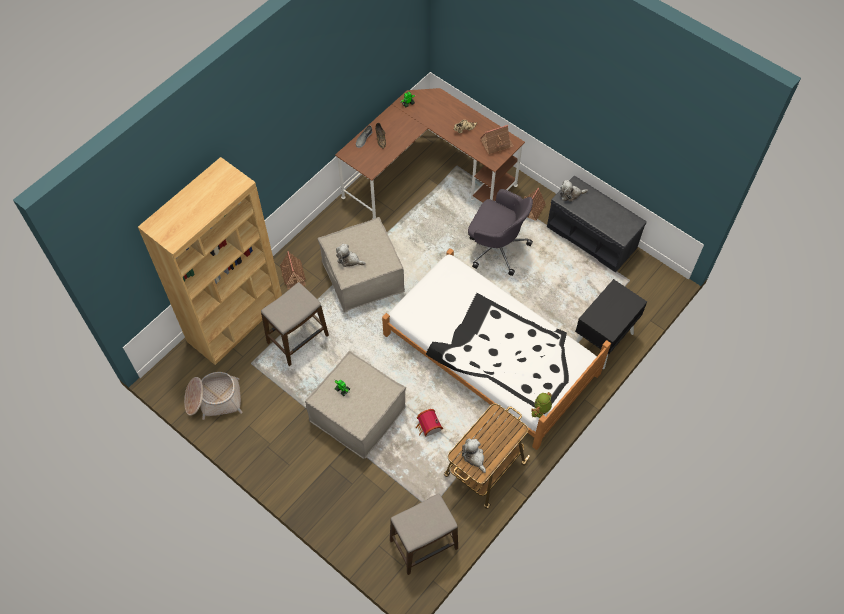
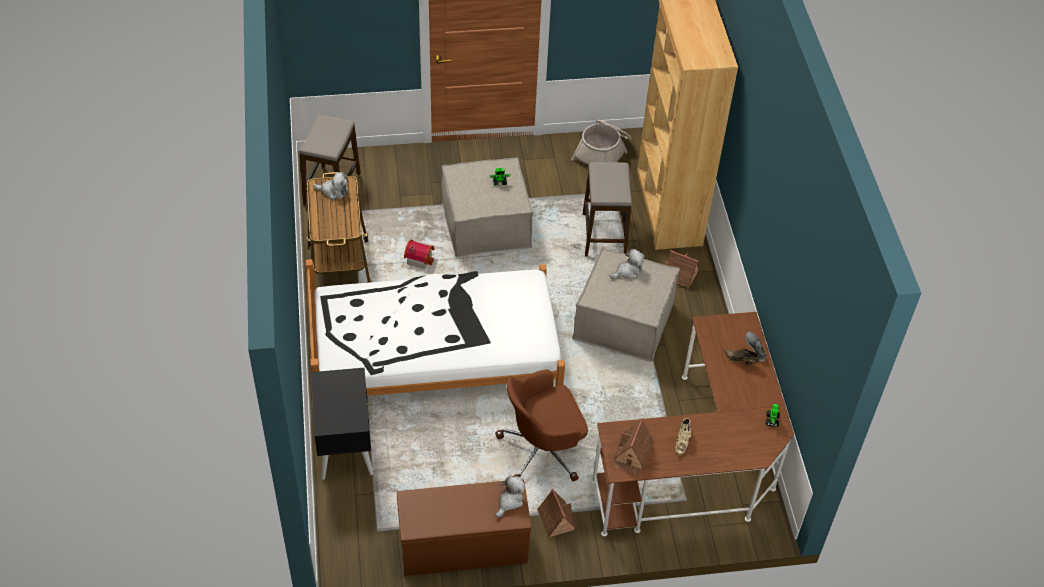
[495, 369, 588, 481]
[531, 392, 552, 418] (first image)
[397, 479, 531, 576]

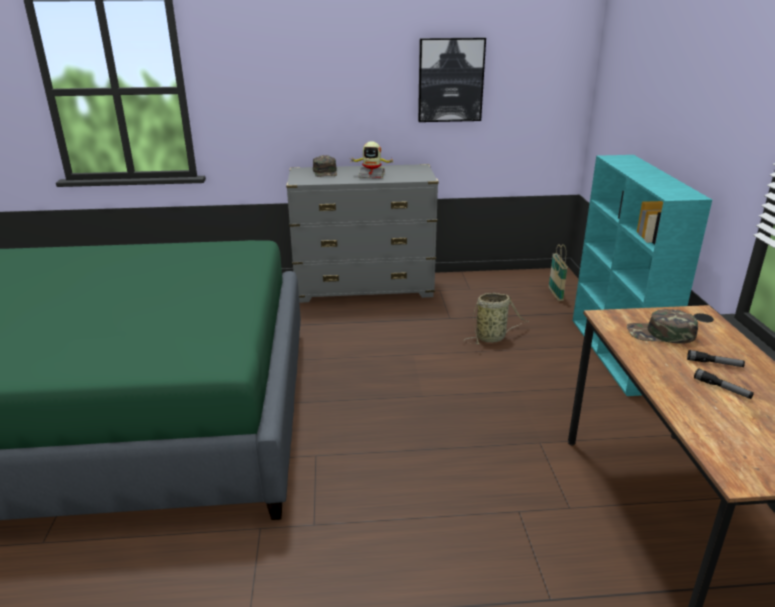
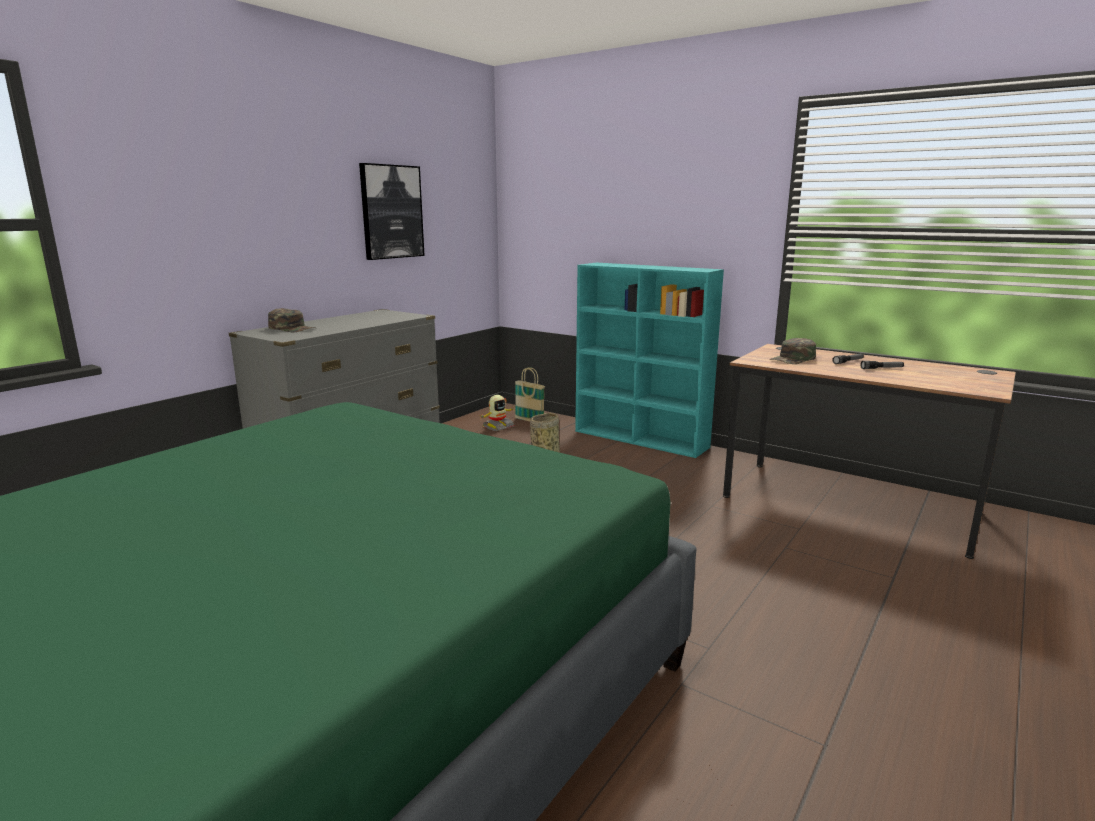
[481, 395, 514, 431]

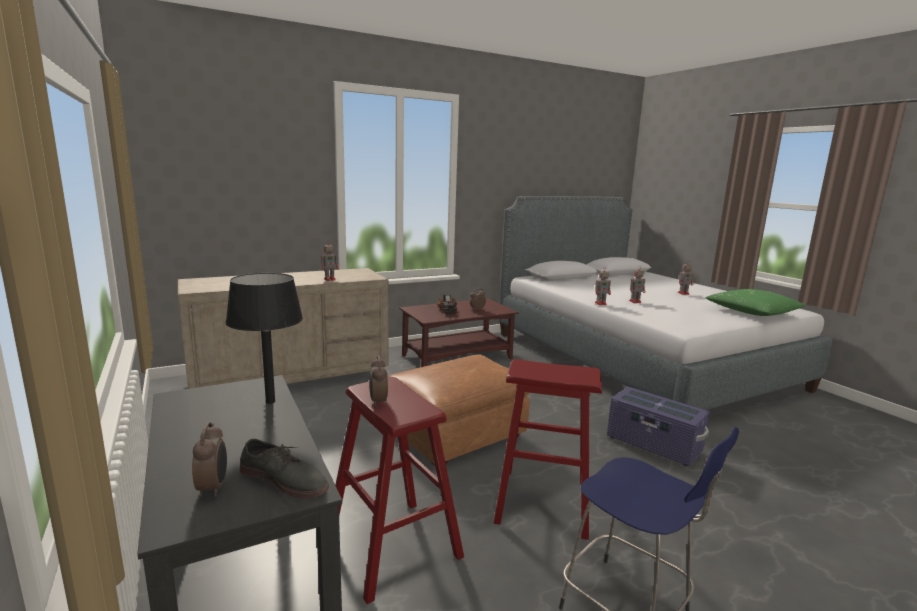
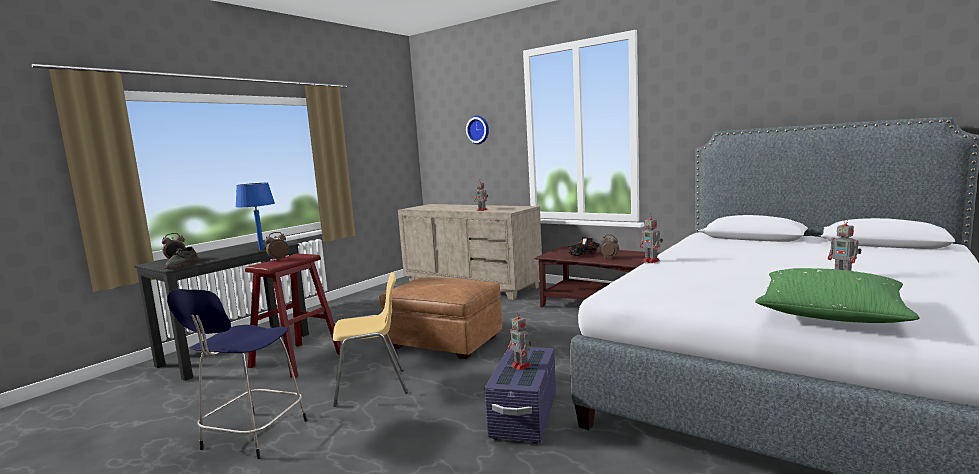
[236, 183, 275, 250]
[333, 272, 408, 407]
[508, 312, 532, 370]
[466, 116, 489, 144]

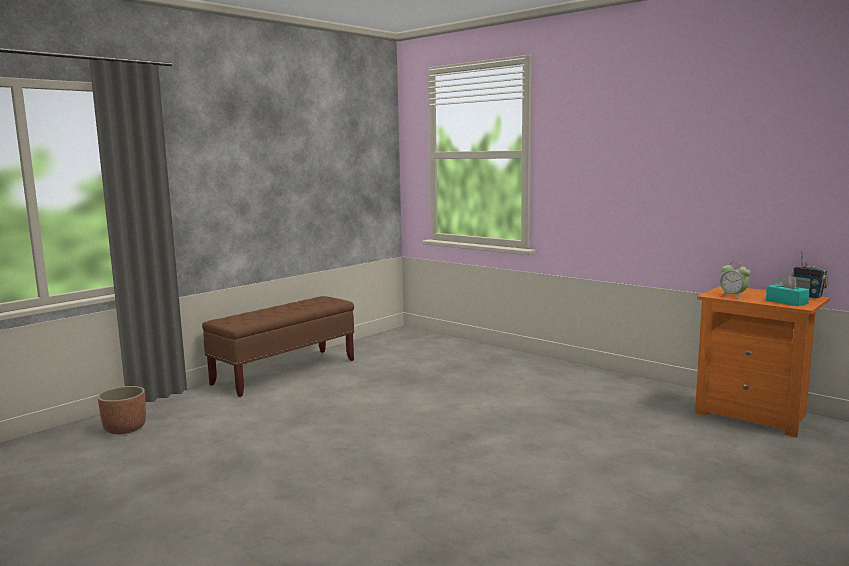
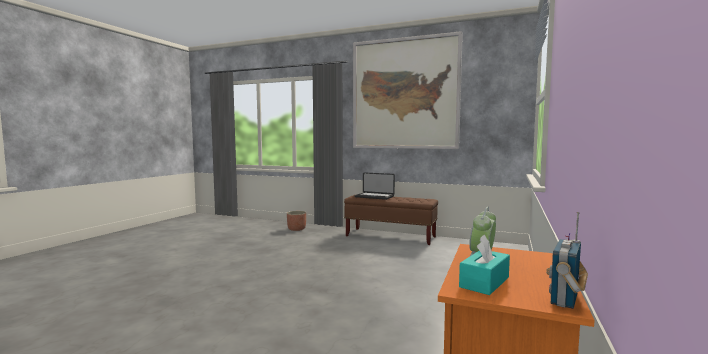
[353, 31, 463, 149]
[354, 172, 395, 200]

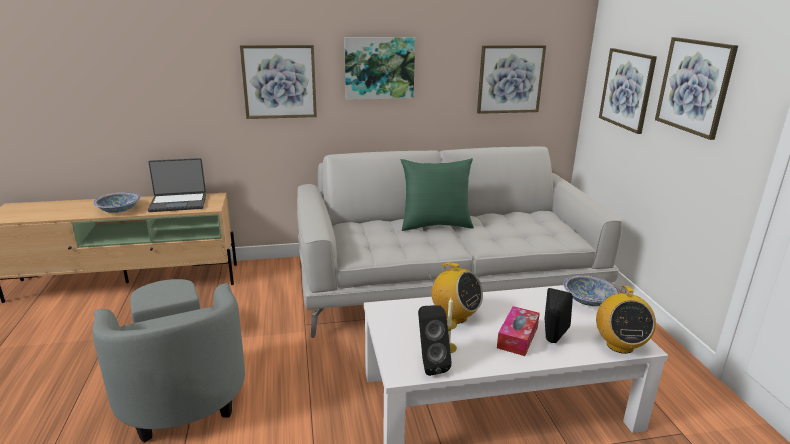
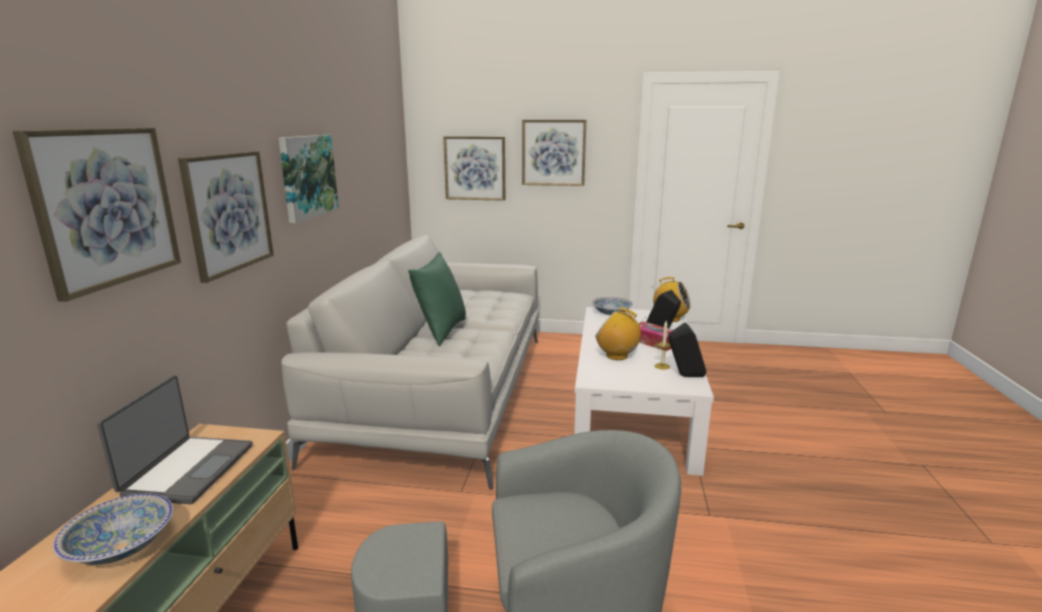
[595, 308, 644, 360]
[12, 128, 181, 302]

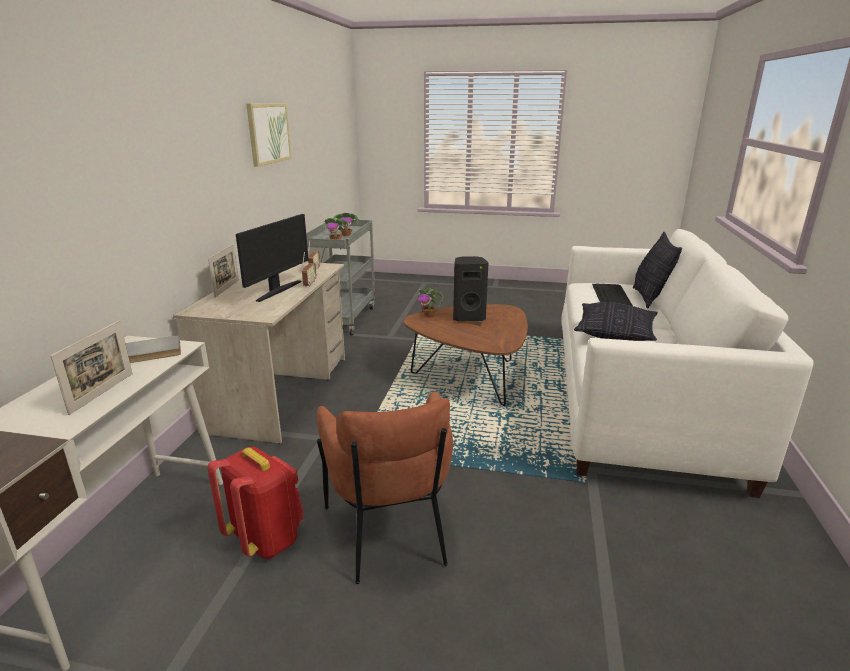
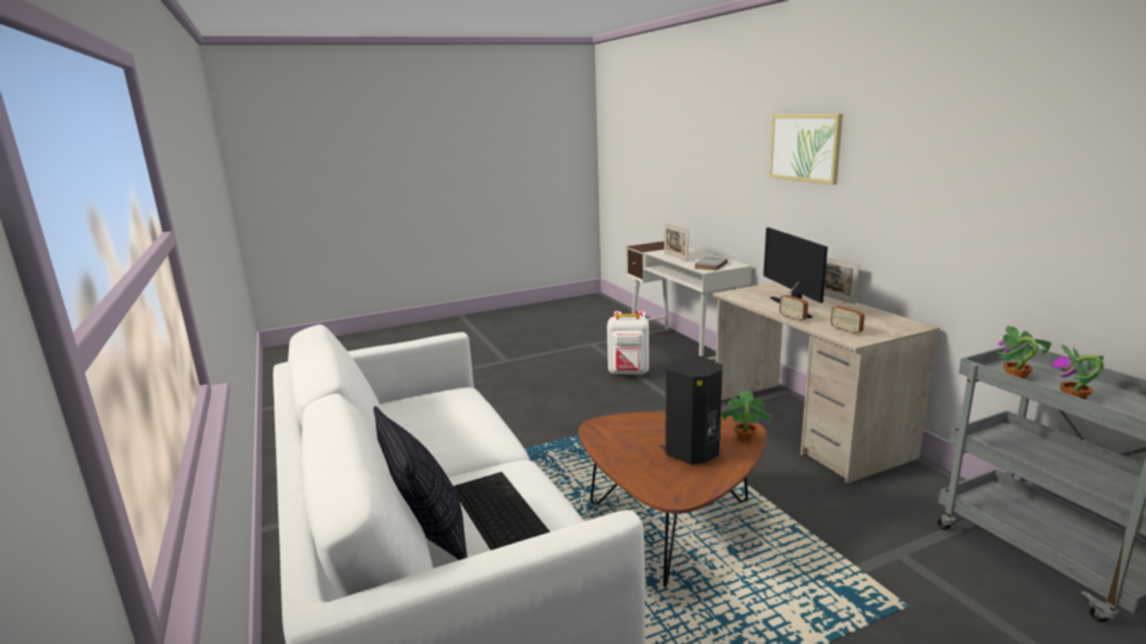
[607, 311, 649, 375]
[769, 114, 843, 185]
[317, 391, 453, 584] (first image)
[574, 302, 658, 341] (first image)

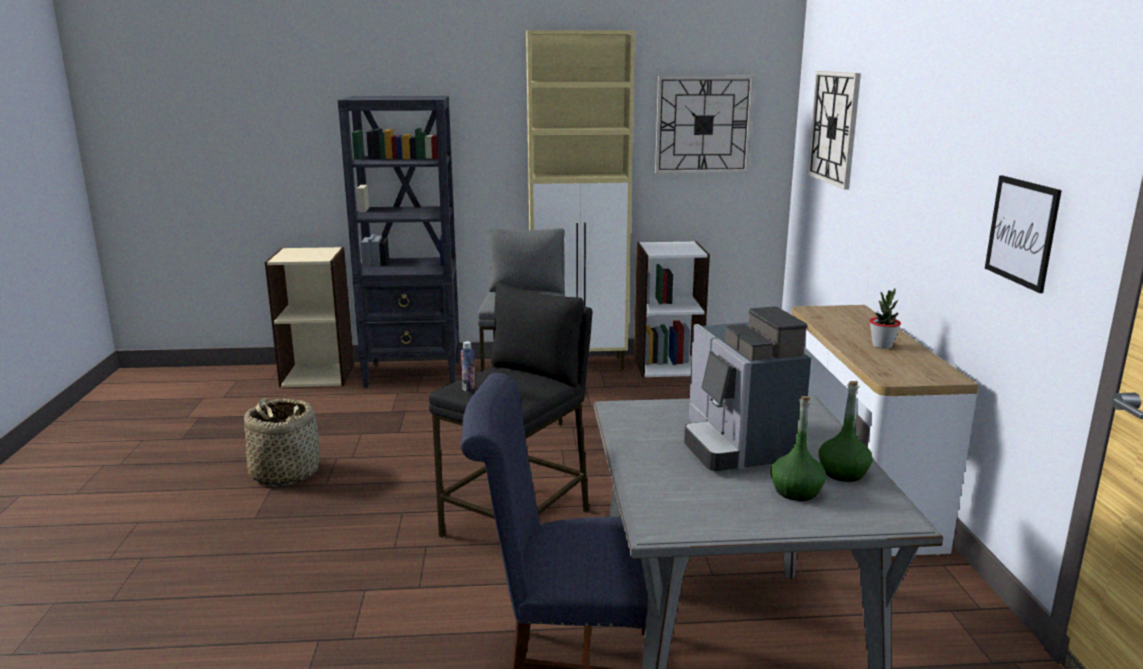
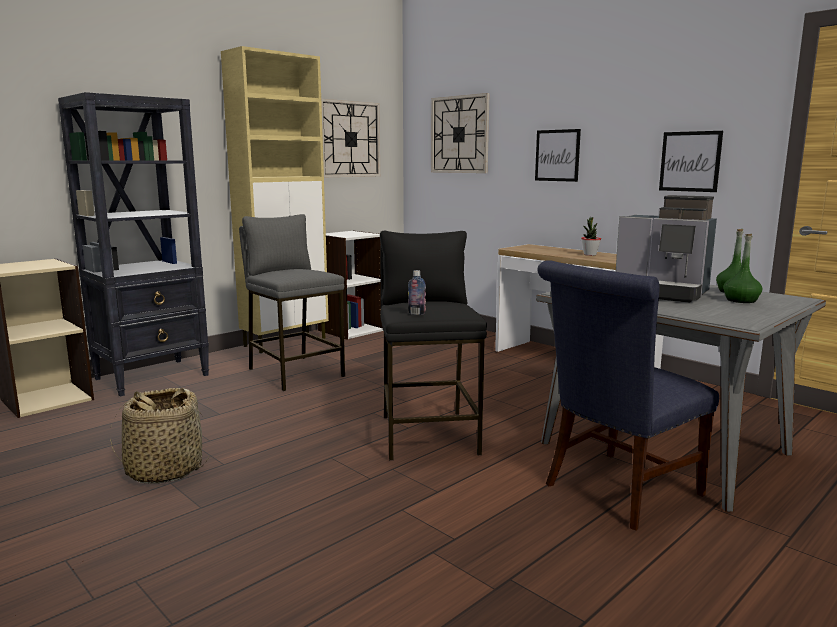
[535, 129, 581, 182]

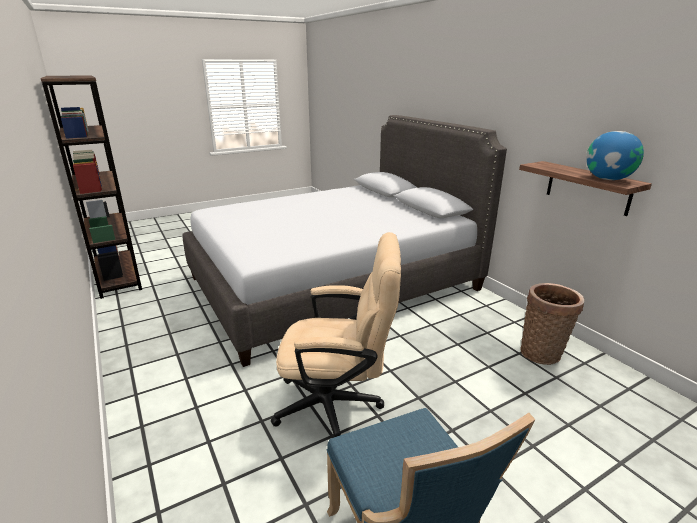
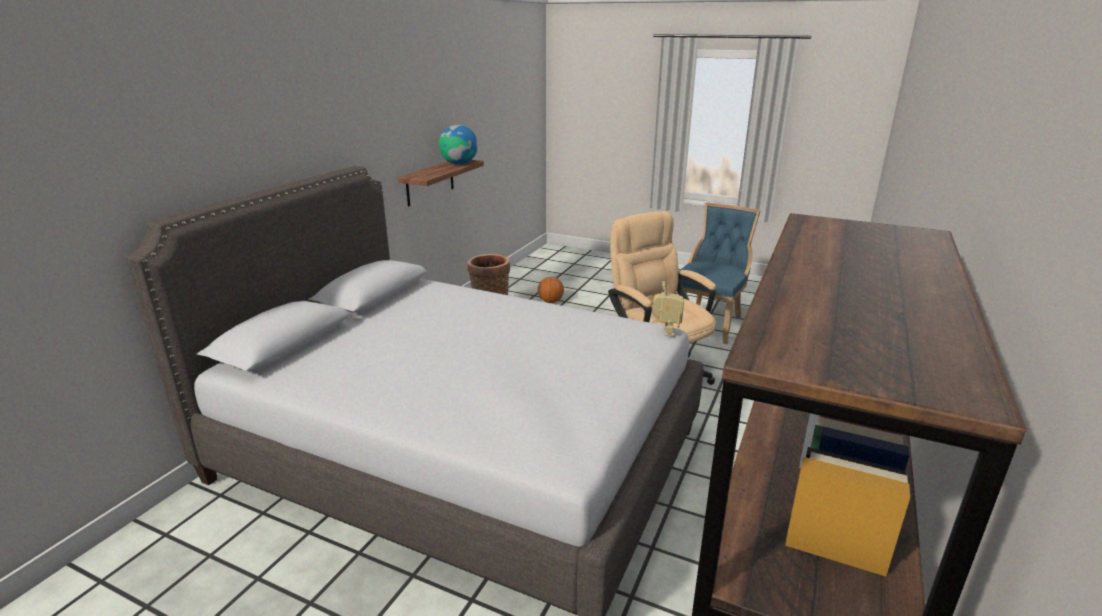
[538, 277, 564, 303]
[653, 281, 684, 337]

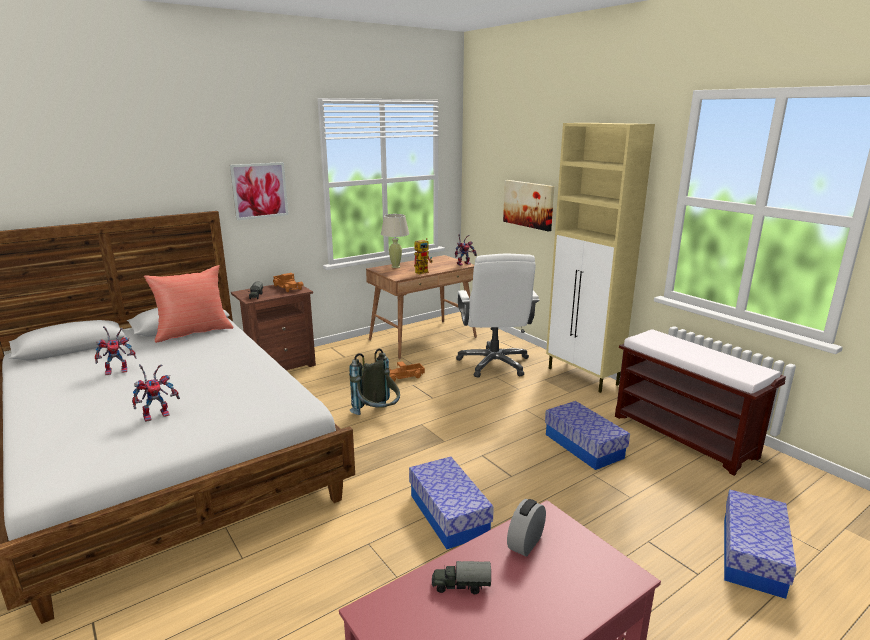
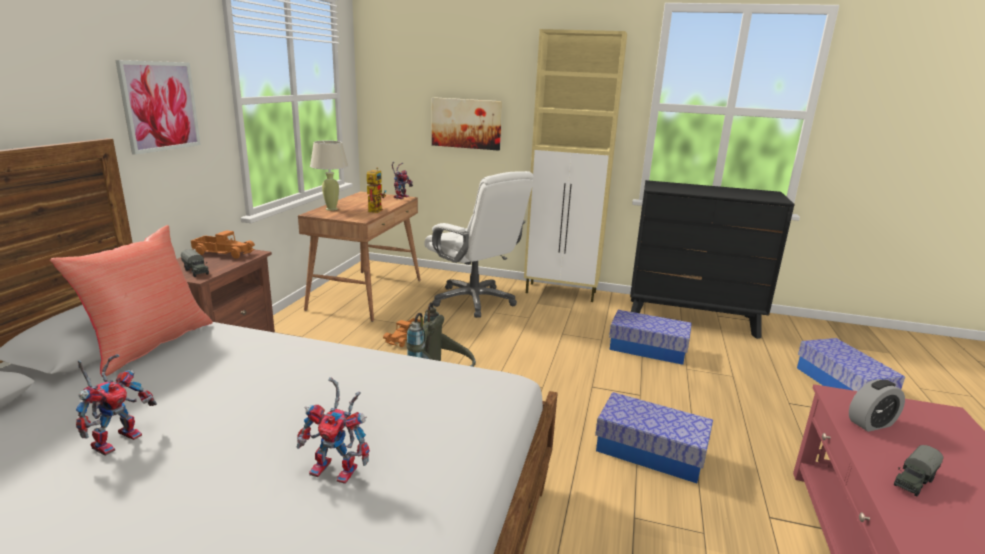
[297, 377, 370, 484]
[849, 379, 905, 432]
[630, 180, 795, 339]

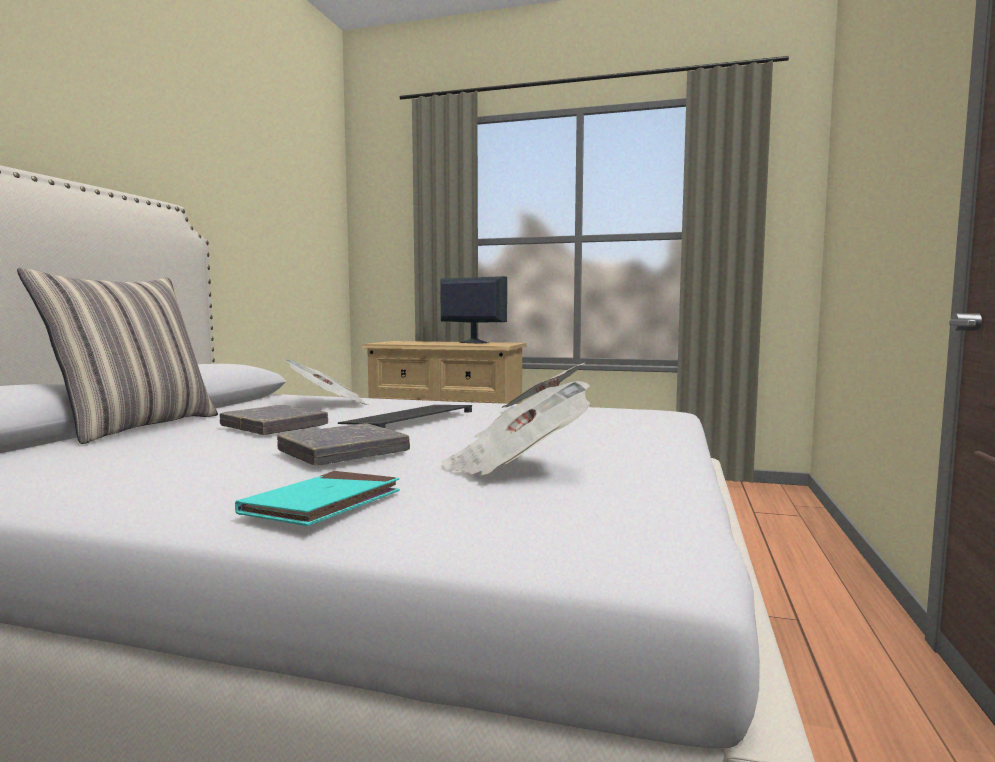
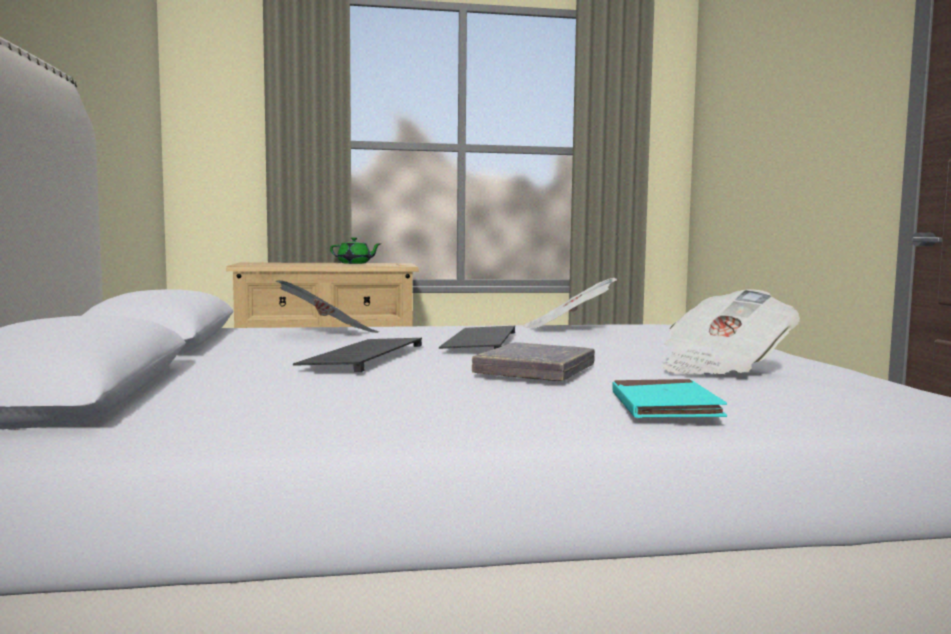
[17, 268, 218, 444] (first image)
[293, 338, 422, 372]
[330, 237, 382, 264]

